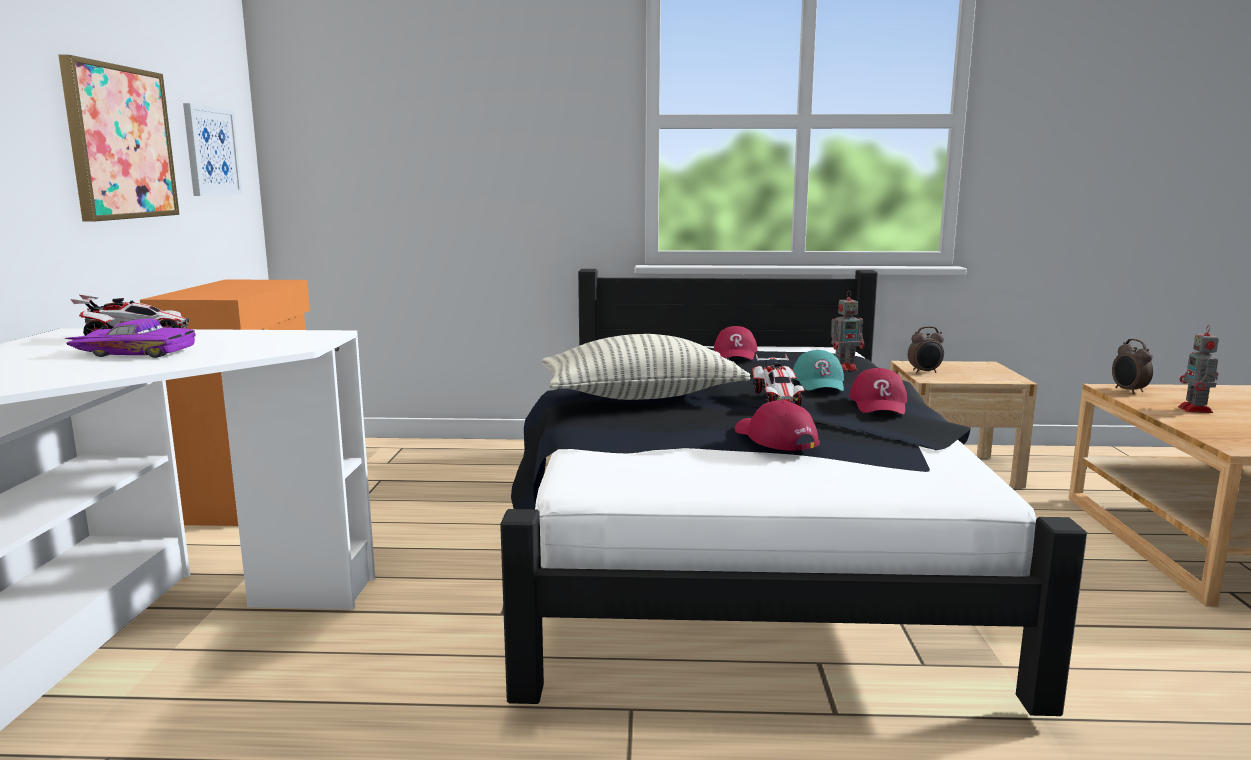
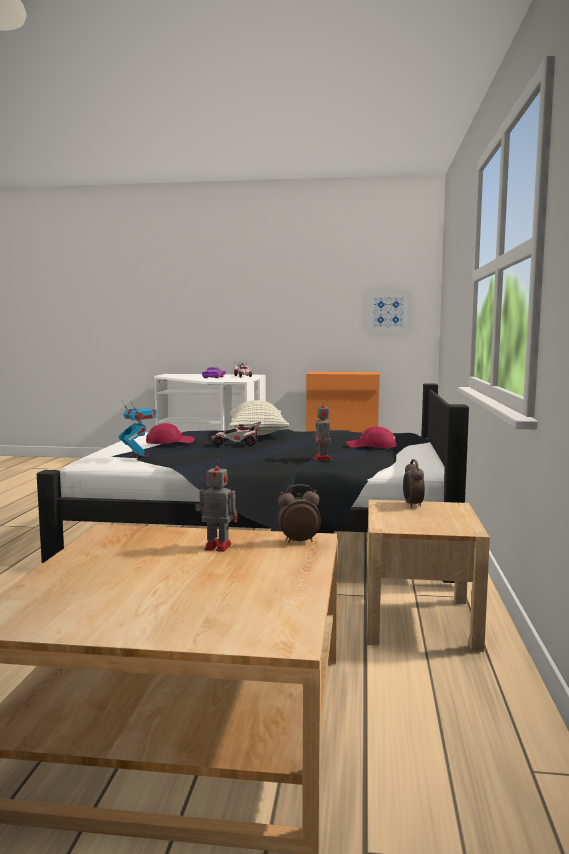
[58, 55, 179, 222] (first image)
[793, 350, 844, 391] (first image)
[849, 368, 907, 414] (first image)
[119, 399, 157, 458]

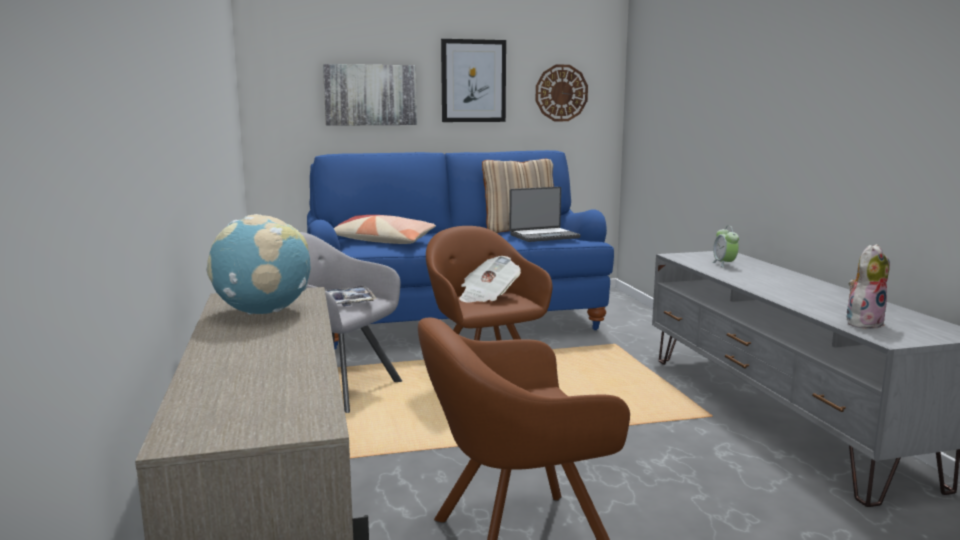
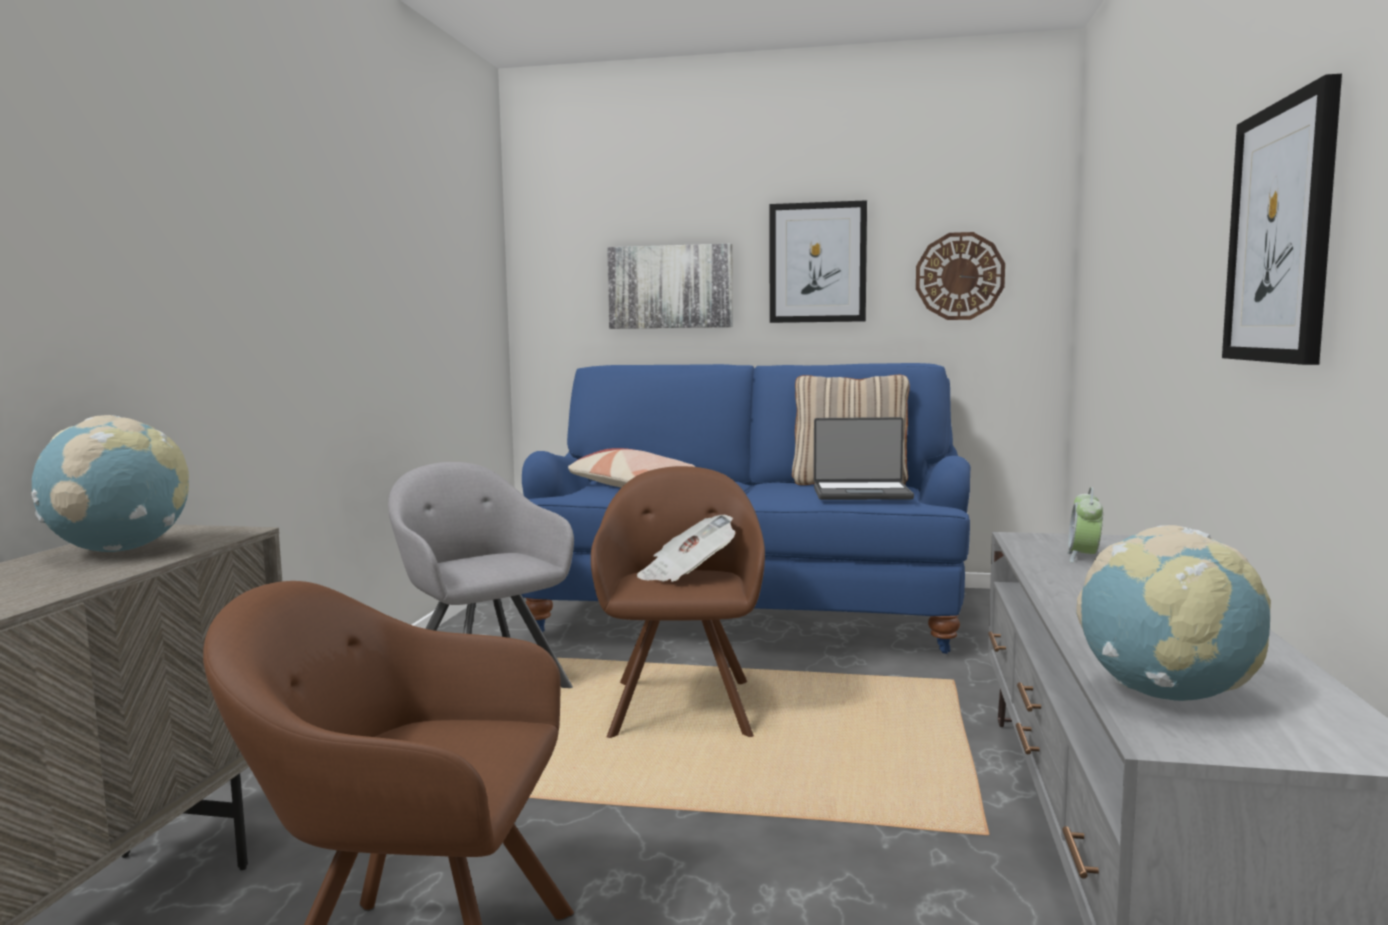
[326, 286, 376, 306] (first image)
[1076, 525, 1271, 701]
[1222, 74, 1342, 365]

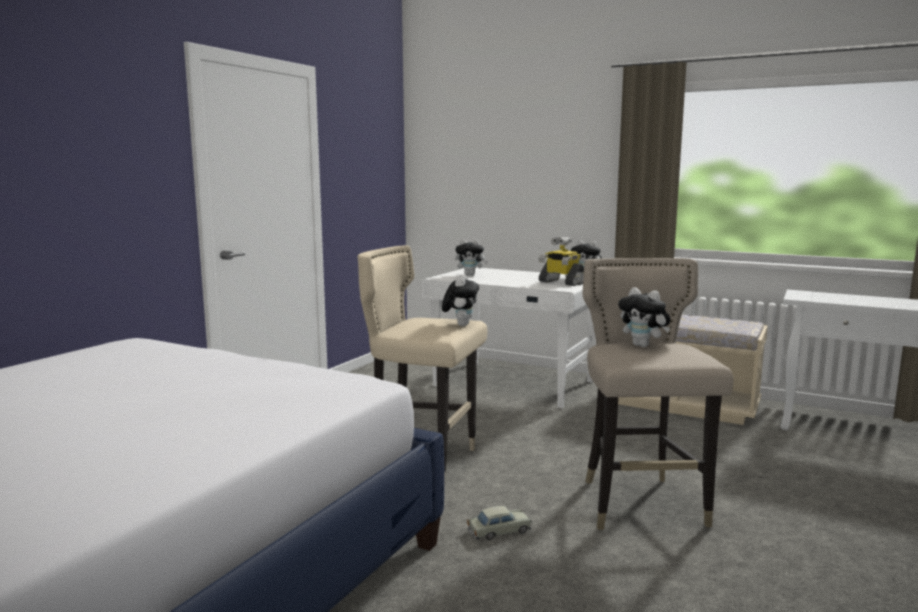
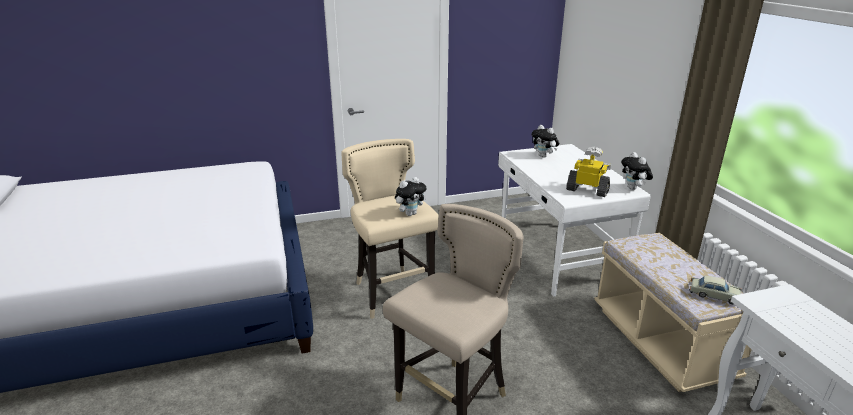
[689, 276, 742, 304]
[566, 147, 611, 197]
[618, 287, 670, 347] (first image)

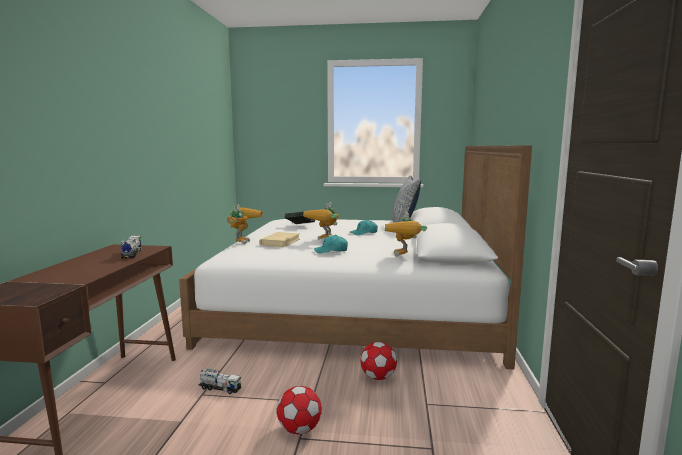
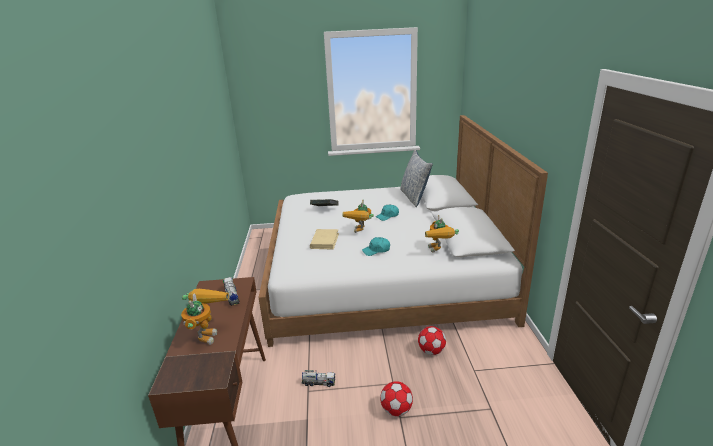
[181, 289, 229, 345]

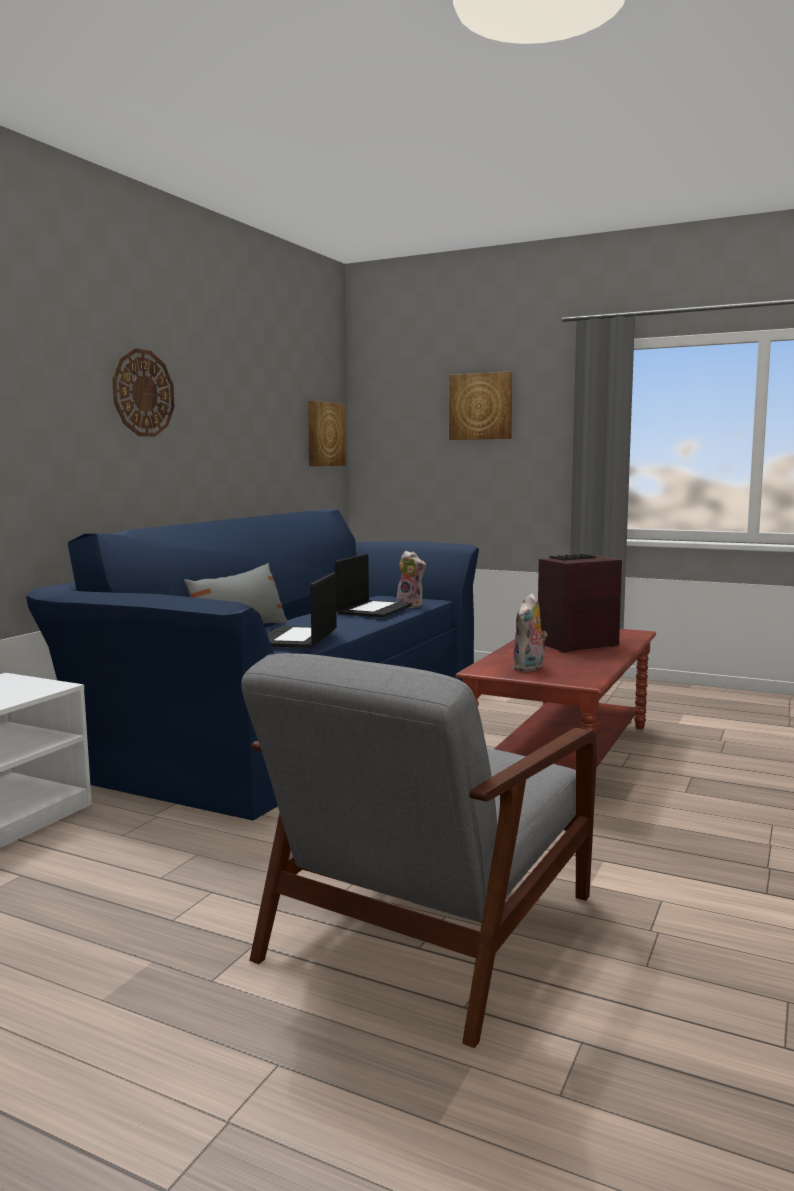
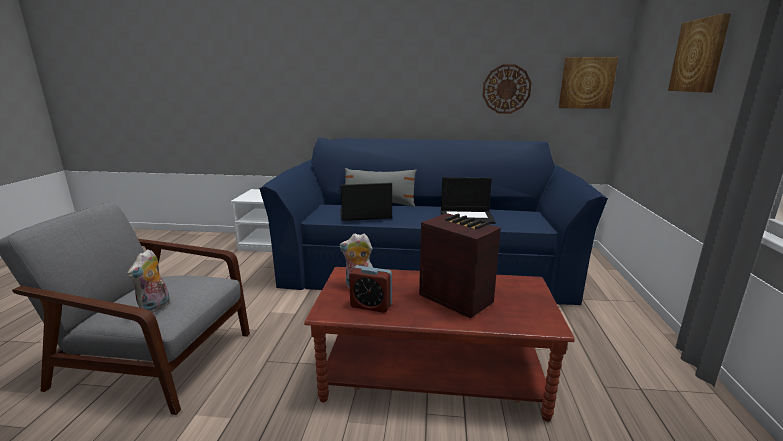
[483, 64, 532, 114]
[127, 249, 170, 313]
[349, 266, 392, 313]

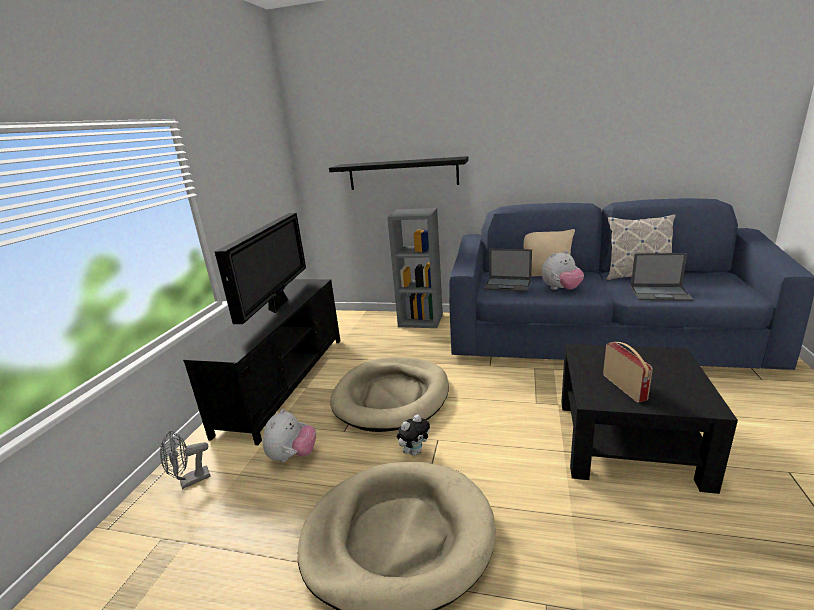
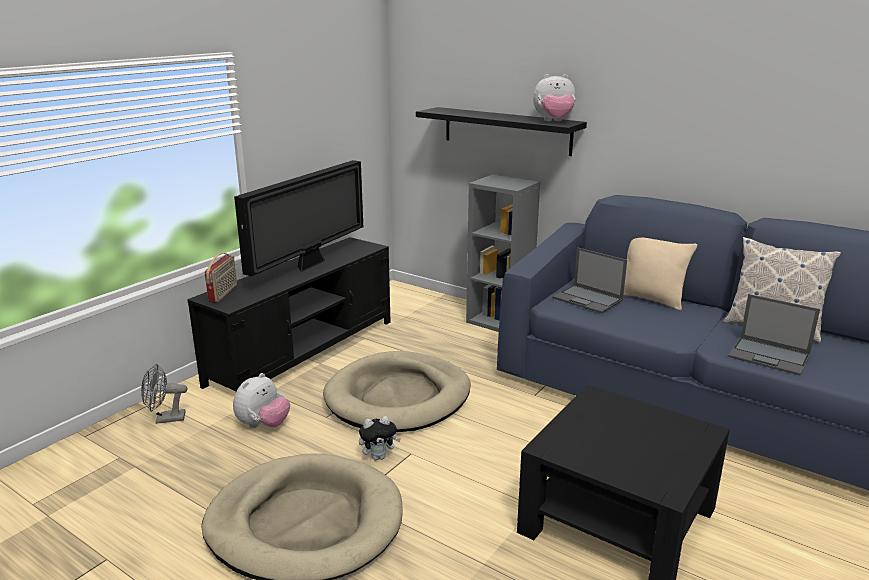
[533, 74, 576, 121]
[205, 253, 237, 303]

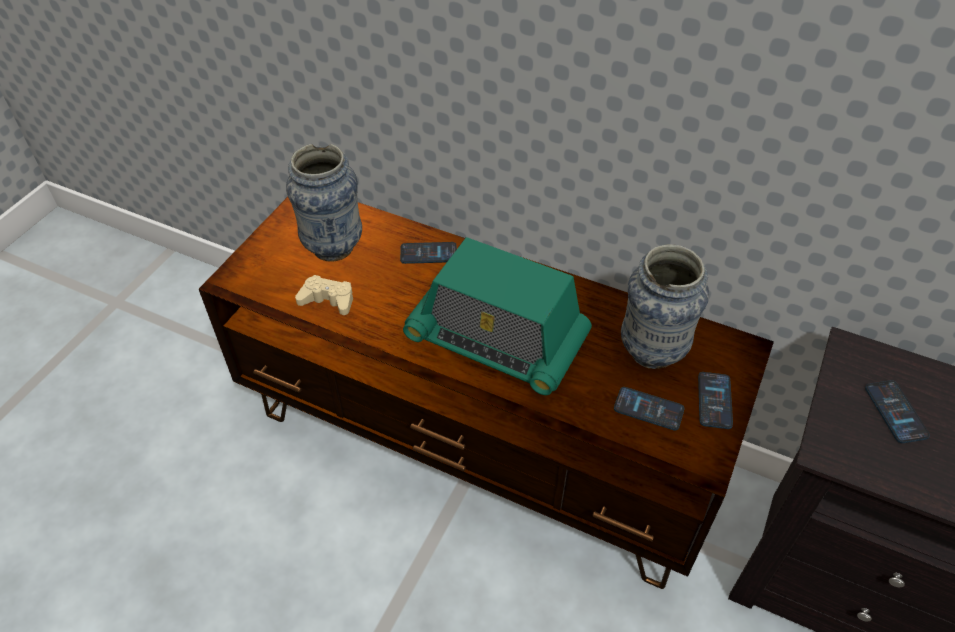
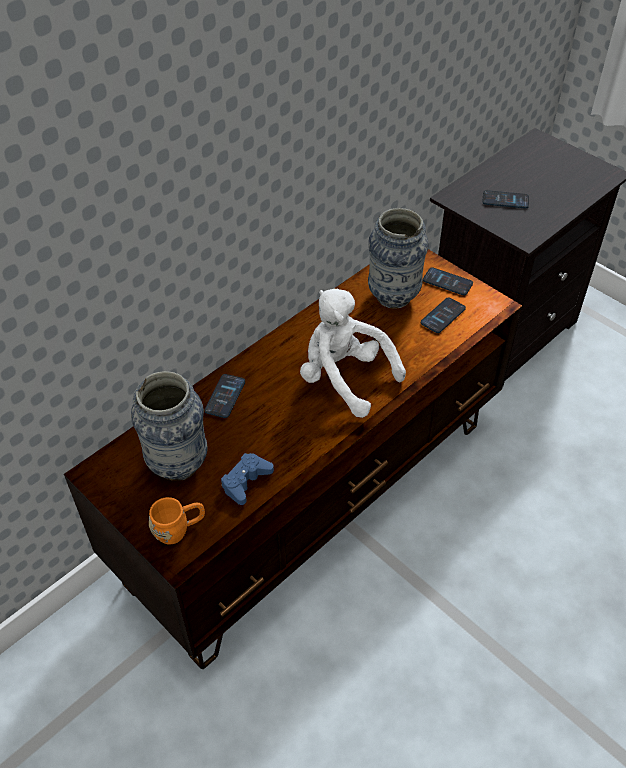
[221, 453, 274, 505]
[300, 289, 406, 418]
[149, 497, 205, 544]

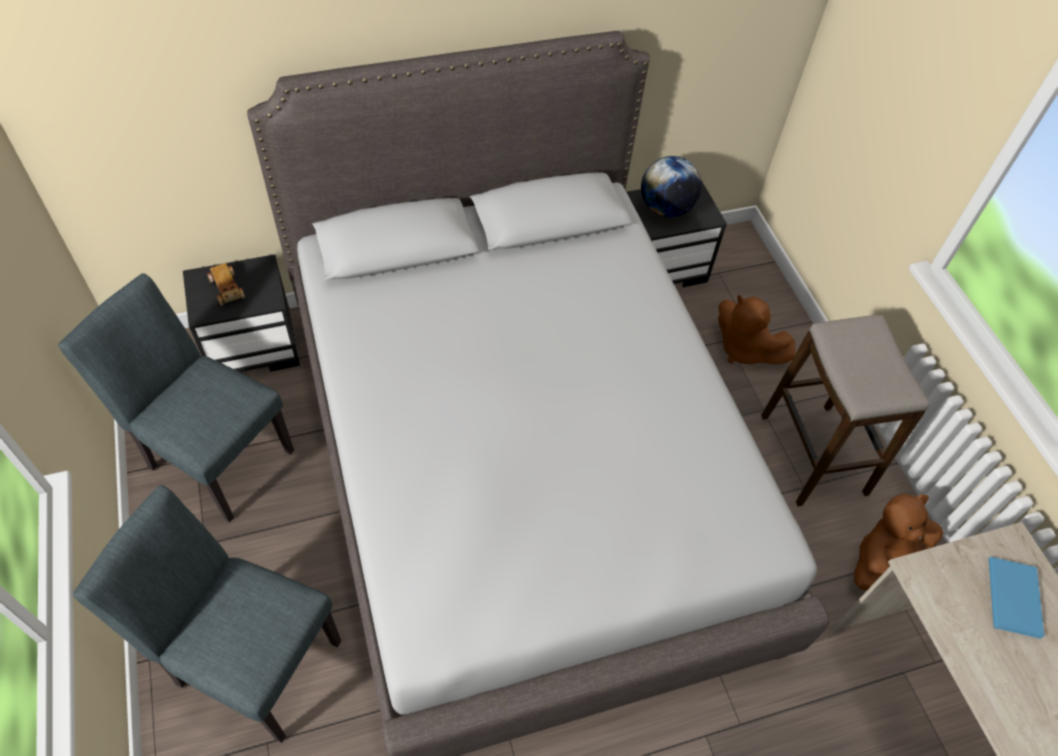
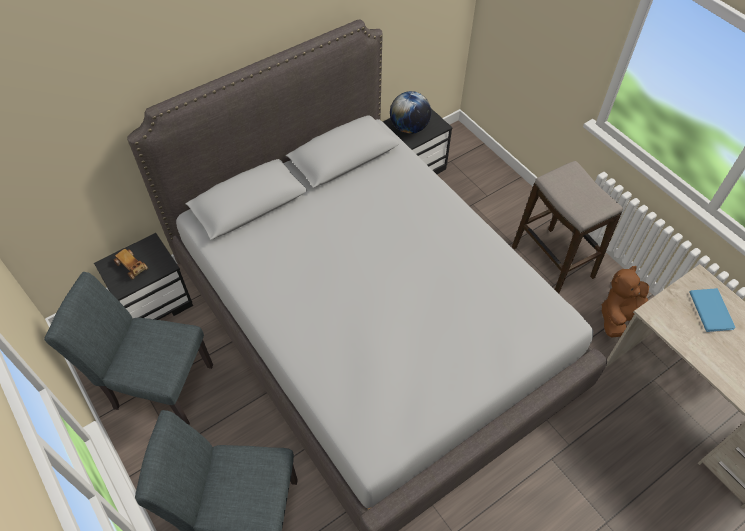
[718, 295, 795, 364] (first image)

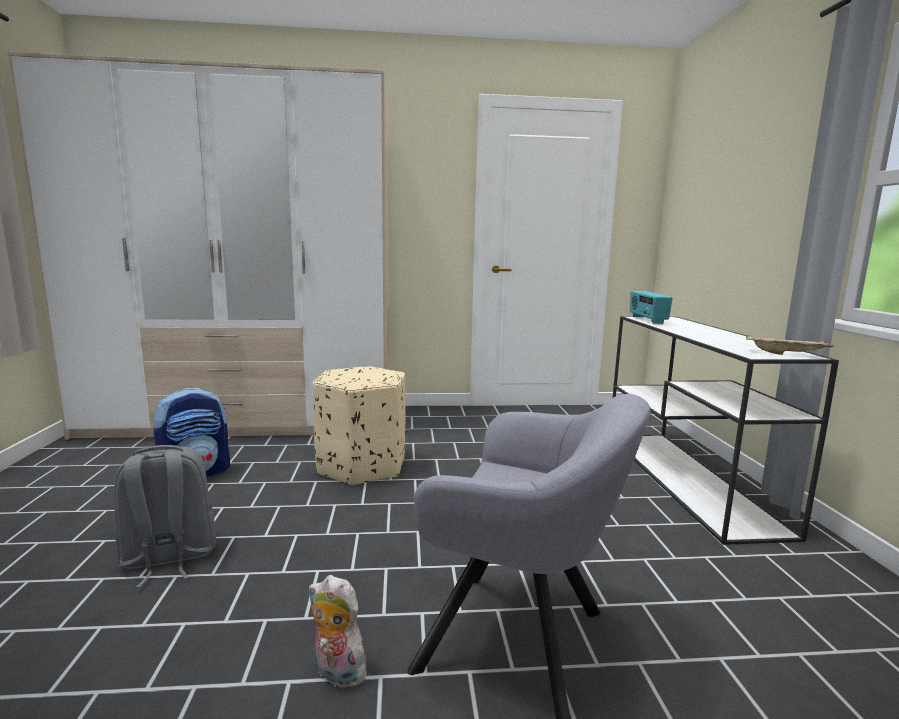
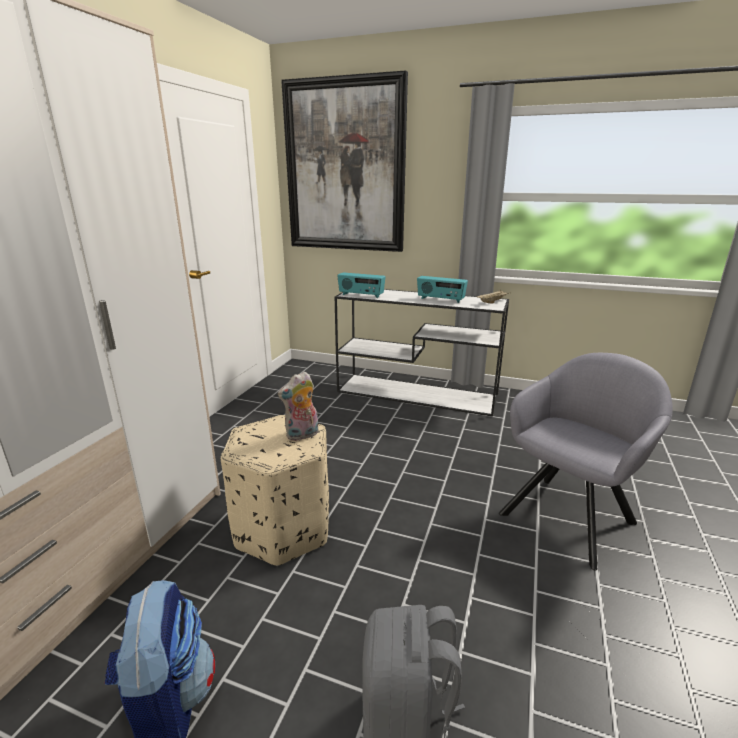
[278, 372, 318, 442]
[281, 70, 408, 252]
[417, 276, 468, 303]

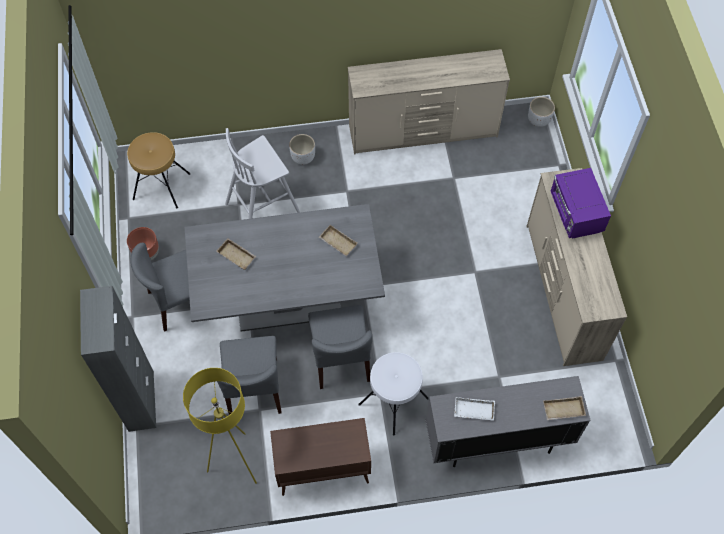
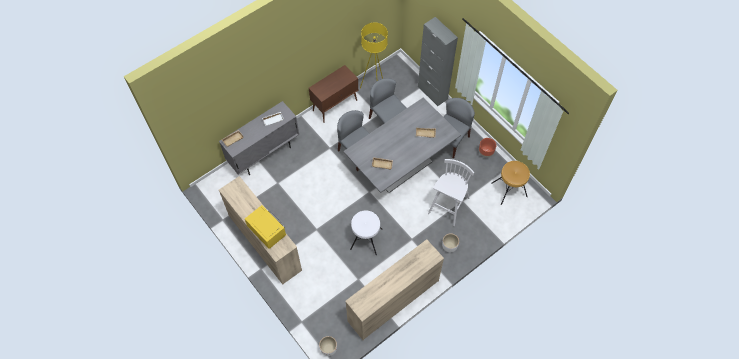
[350, 211, 383, 255]
[245, 205, 286, 249]

